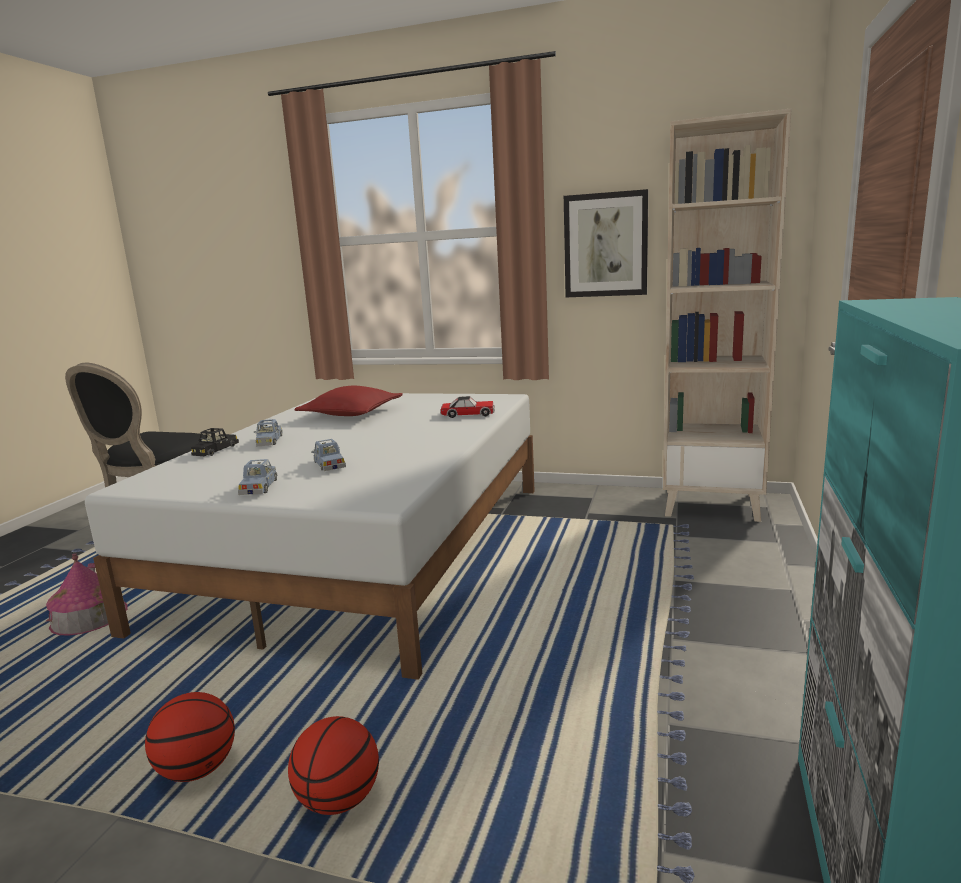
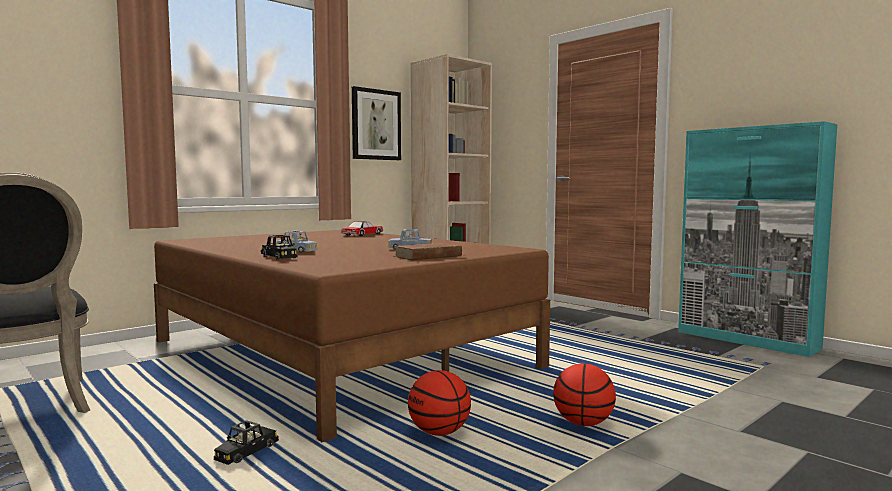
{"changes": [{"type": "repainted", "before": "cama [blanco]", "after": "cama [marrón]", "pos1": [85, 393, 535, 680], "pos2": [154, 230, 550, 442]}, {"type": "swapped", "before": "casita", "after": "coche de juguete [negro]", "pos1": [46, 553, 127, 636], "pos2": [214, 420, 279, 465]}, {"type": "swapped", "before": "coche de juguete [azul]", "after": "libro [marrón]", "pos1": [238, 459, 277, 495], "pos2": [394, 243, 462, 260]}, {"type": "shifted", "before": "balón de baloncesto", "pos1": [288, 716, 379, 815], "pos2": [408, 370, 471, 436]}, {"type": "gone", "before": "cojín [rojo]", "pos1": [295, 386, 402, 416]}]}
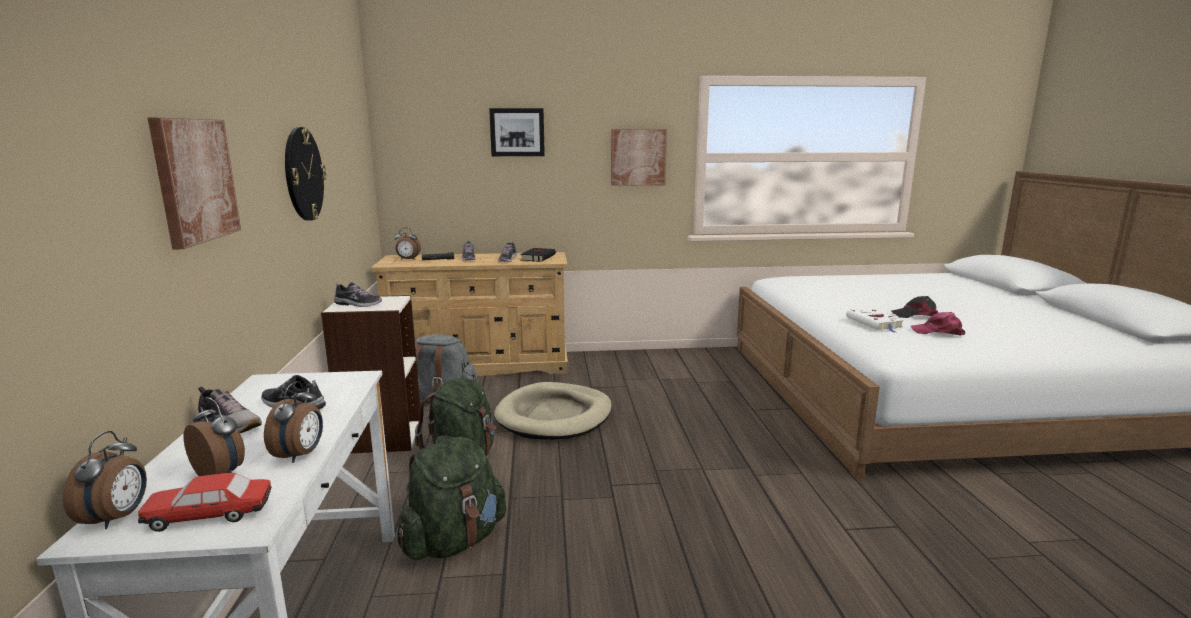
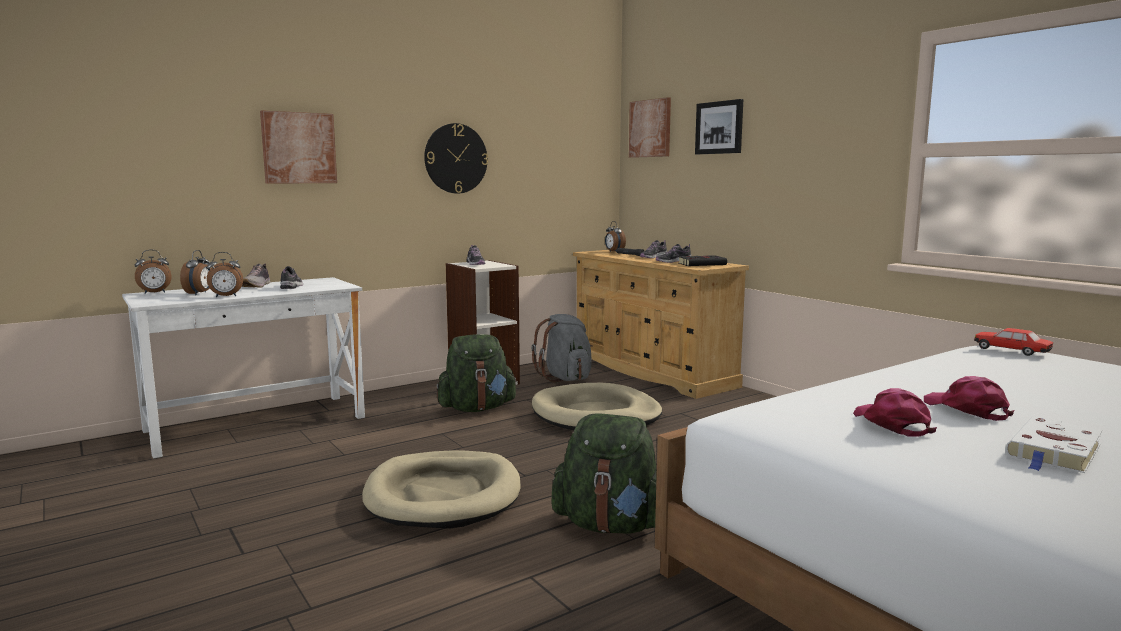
{"changes": [{"type": "new", "after": "cama para perro [beis]", "pos2": [362, 451, 520, 529]}, {"type": "shifted", "before": "mochila [verde]", "pos1": [397, 437, 506, 560], "pos2": [551, 413, 657, 534]}, {"type": "shifted", "before": "cuadro", "pos1": [611, 129, 667, 186], "pos2": [629, 97, 671, 158]}, {"type": "repainted", "before": "gorra [negro]", "after": "gorra [rosa]", "pos1": [891, 296, 939, 318], "pos2": [924, 376, 1014, 421]}, {"type": "shifted", "before": "coche de juguete", "pos1": [138, 473, 272, 532], "pos2": [974, 328, 1053, 356]}, {"type": "shifted", "before": "libro [blanco]", "pos1": [846, 308, 904, 333], "pos2": [1006, 417, 1102, 473]}]}
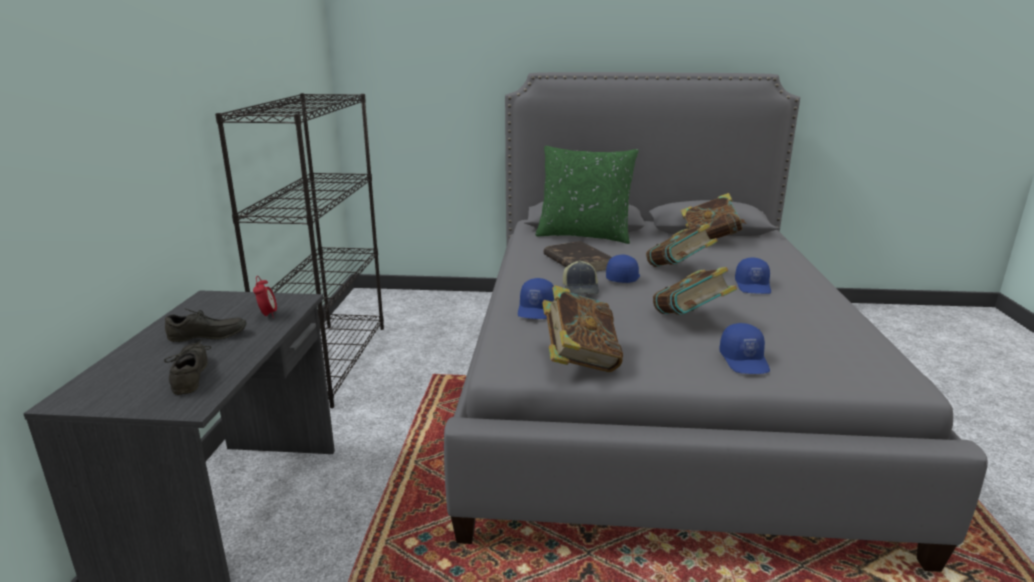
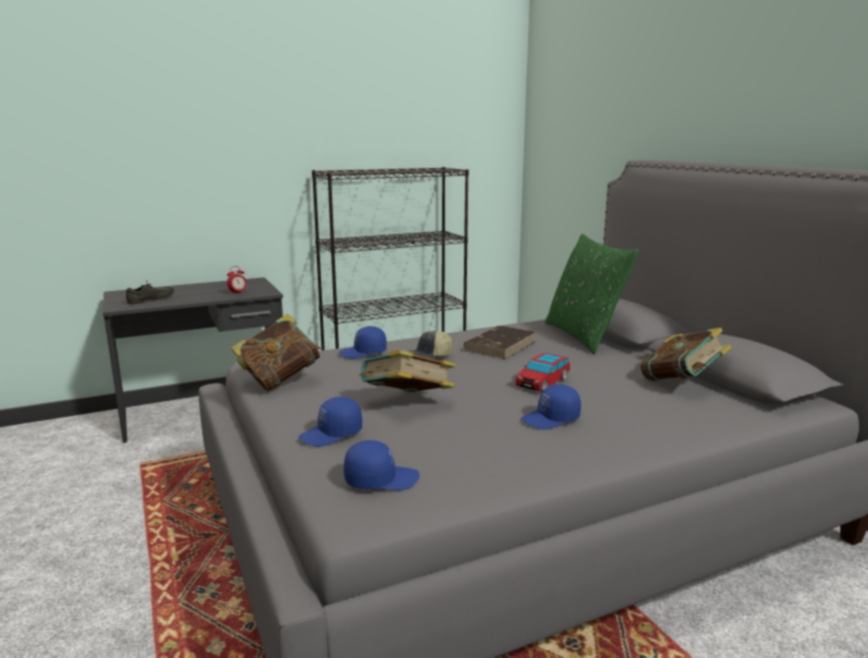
{"changes": [{"type": "shifted", "before": "gorra [azul]", "pos1": [606, 255, 640, 283], "pos2": [344, 440, 420, 490]}, {"type": "swapped", "before": "libro", "after": "coche de juguete", "pos1": [646, 223, 718, 267], "pos2": [516, 353, 570, 392]}, {"type": "gone", "before": "zapato [gris]", "pos1": [165, 308, 247, 342]}]}
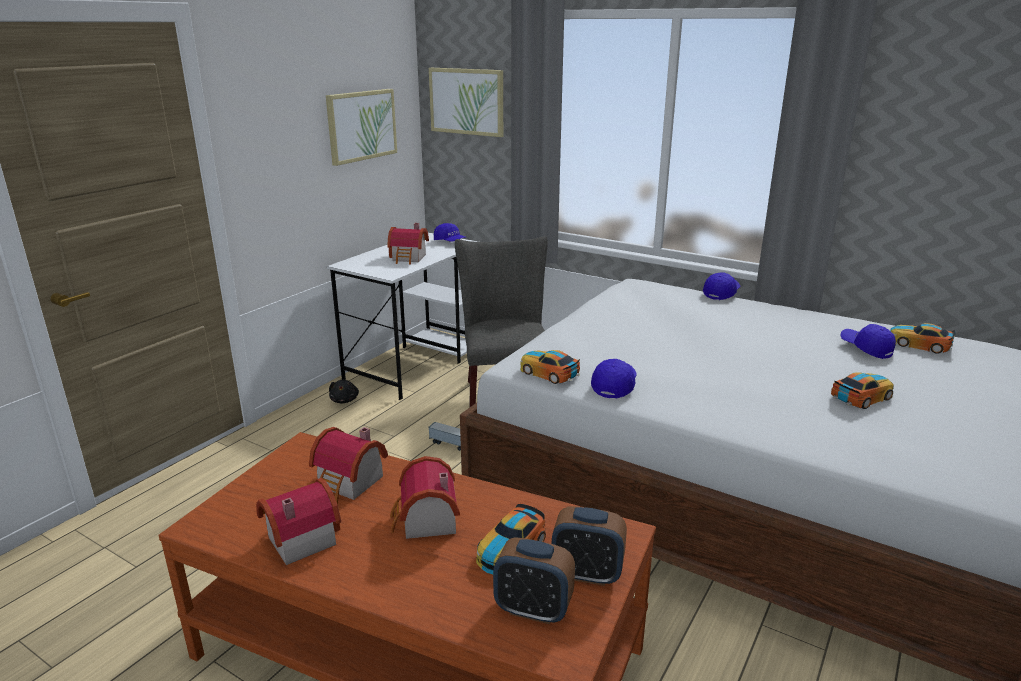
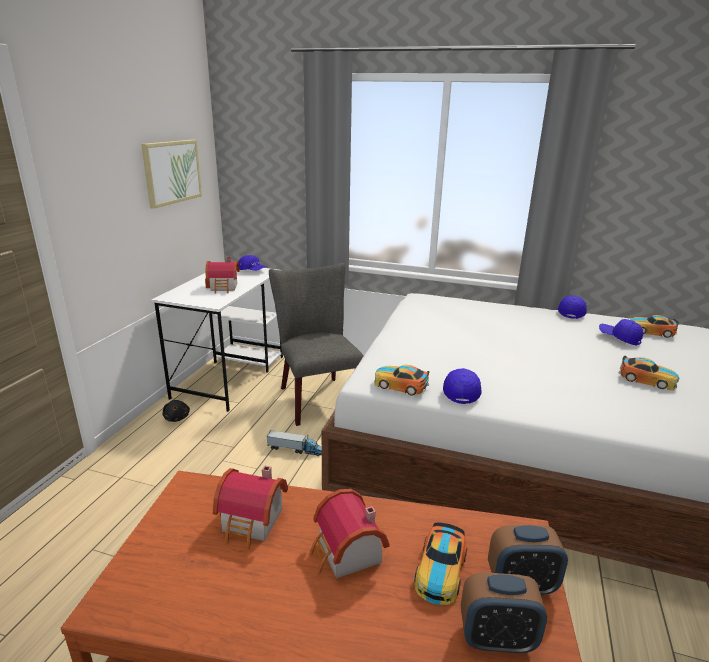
{"changes": [{"type": "shifted", "before": "gorra [azul]", "pos1": [703, 272, 740, 300], "pos2": [558, 295, 587, 319]}, {"type": "rotated", "before": "coche de juguete", "pos1": [831, 372, 894, 409], "pos2": [619, 356, 679, 390], "turn": 75}, {"type": "gone", "before": "casita", "pos1": [256, 478, 341, 565]}, {"type": "gone", "before": "cuadro", "pos1": [429, 68, 503, 137]}]}
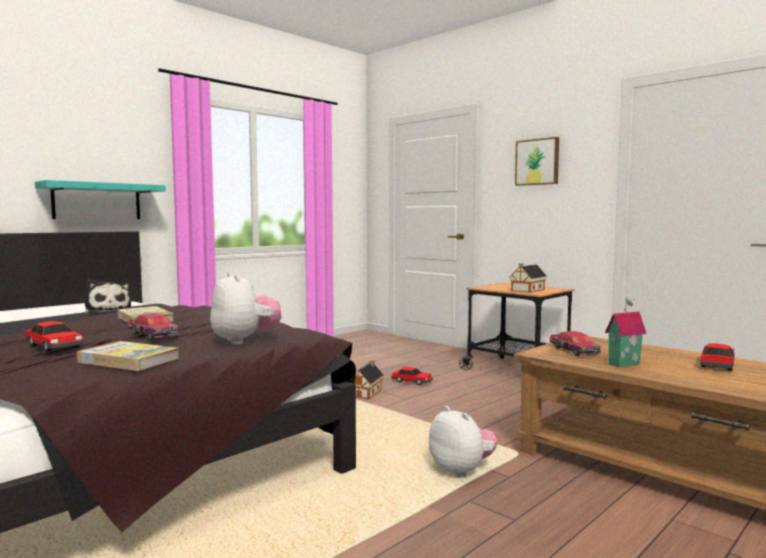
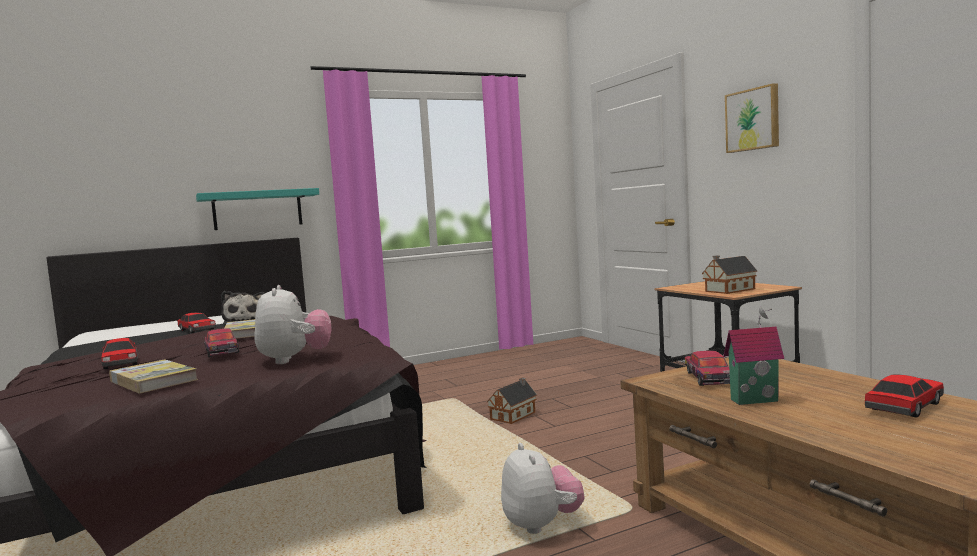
{"changes": [{"type": "shifted", "before": "coche de juguete", "pos1": [392, 367, 433, 385], "pos2": [178, 313, 216, 334]}]}
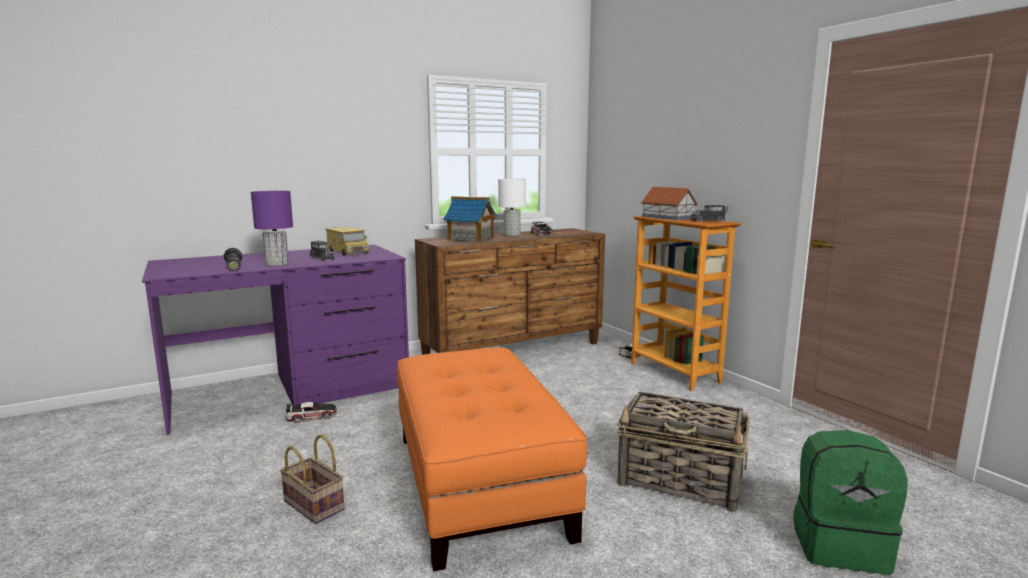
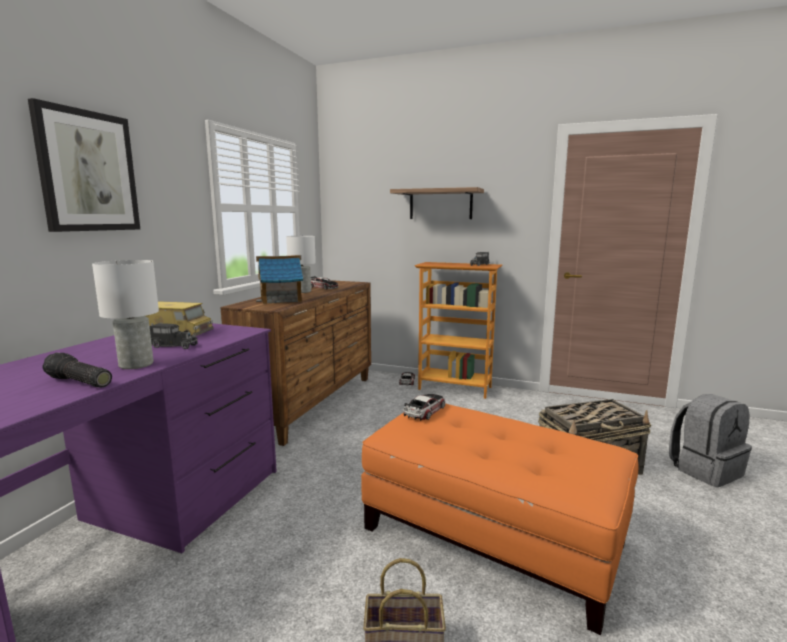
{"changes": [{"type": "new", "after": "cuadro", "pos2": [28, 98, 140, 232]}, {"type": "repainted", "before": "lámpara de mesa [morado]", "after": "lámpara de mesa [blanco]", "pos1": [251, 191, 293, 266], "pos2": [92, 260, 159, 369]}, {"type": "new", "after": "estante", "pos2": [390, 187, 484, 219]}, {"type": "shifted", "before": "coche de juguete", "pos1": [286, 402, 337, 423], "pos2": [403, 394, 446, 421]}, {"type": "repainted", "before": "mochila [verde]", "after": "mochila [gris]", "pos1": [794, 430, 908, 575], "pos2": [669, 394, 752, 487]}, {"type": "gone", "before": "casita", "pos1": [641, 187, 698, 220]}]}
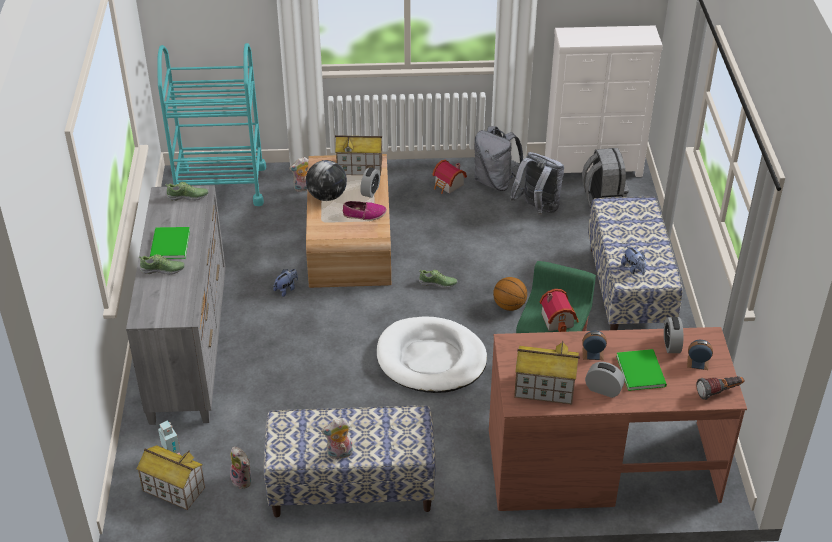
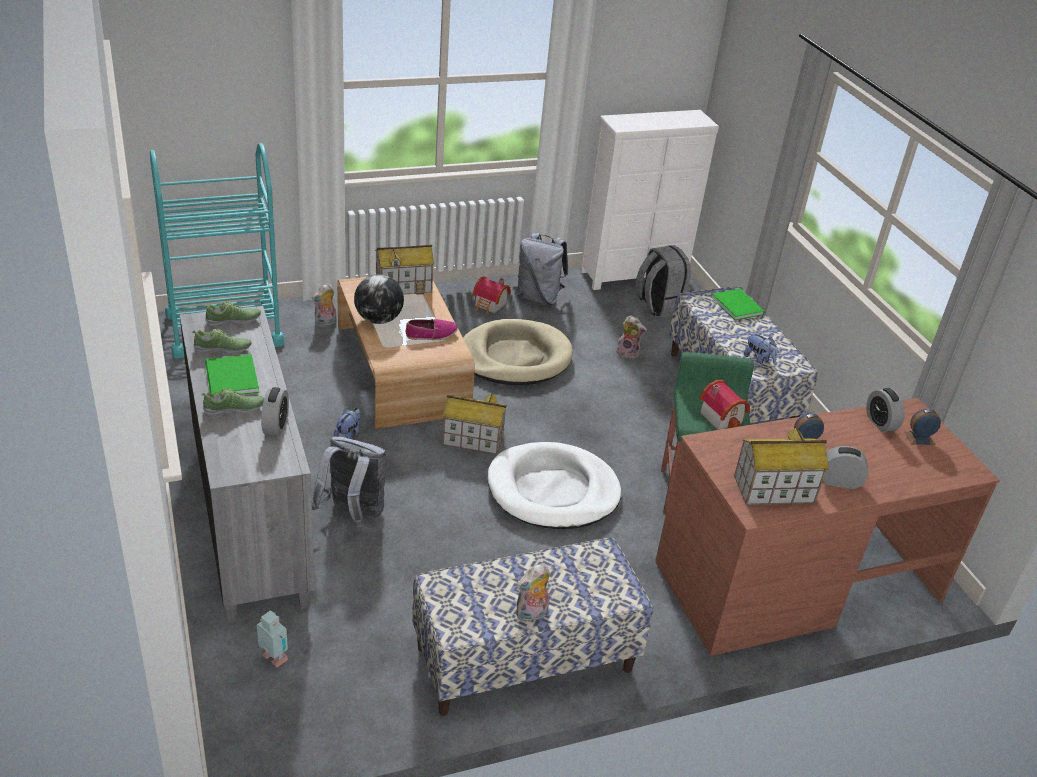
{"changes": [{"type": "shifted", "before": "zapato", "pos1": [419, 270, 458, 289], "pos2": [193, 329, 251, 355]}, {"type": "shifted", "before": "despertador", "pos1": [360, 167, 380, 198], "pos2": [261, 387, 289, 436]}, {"type": "shifted", "before": "mochila [gris]", "pos1": [510, 152, 564, 215], "pos2": [312, 436, 387, 527]}, {"type": "shifted", "before": "casita", "pos1": [137, 445, 205, 510], "pos2": [442, 392, 507, 455]}, {"type": "new", "after": "cama para perro [beis]", "pos2": [463, 319, 573, 385]}, {"type": "shifted", "before": "peluche", "pos1": [230, 447, 252, 489], "pos2": [616, 315, 647, 360]}, {"type": "shifted", "before": "libro [verde]", "pos1": [616, 349, 667, 391], "pos2": [711, 289, 765, 320]}, {"type": "gone", "before": "balón de baloncesto", "pos1": [493, 277, 527, 311]}, {"type": "gone", "before": "linterna", "pos1": [696, 376, 744, 400]}]}
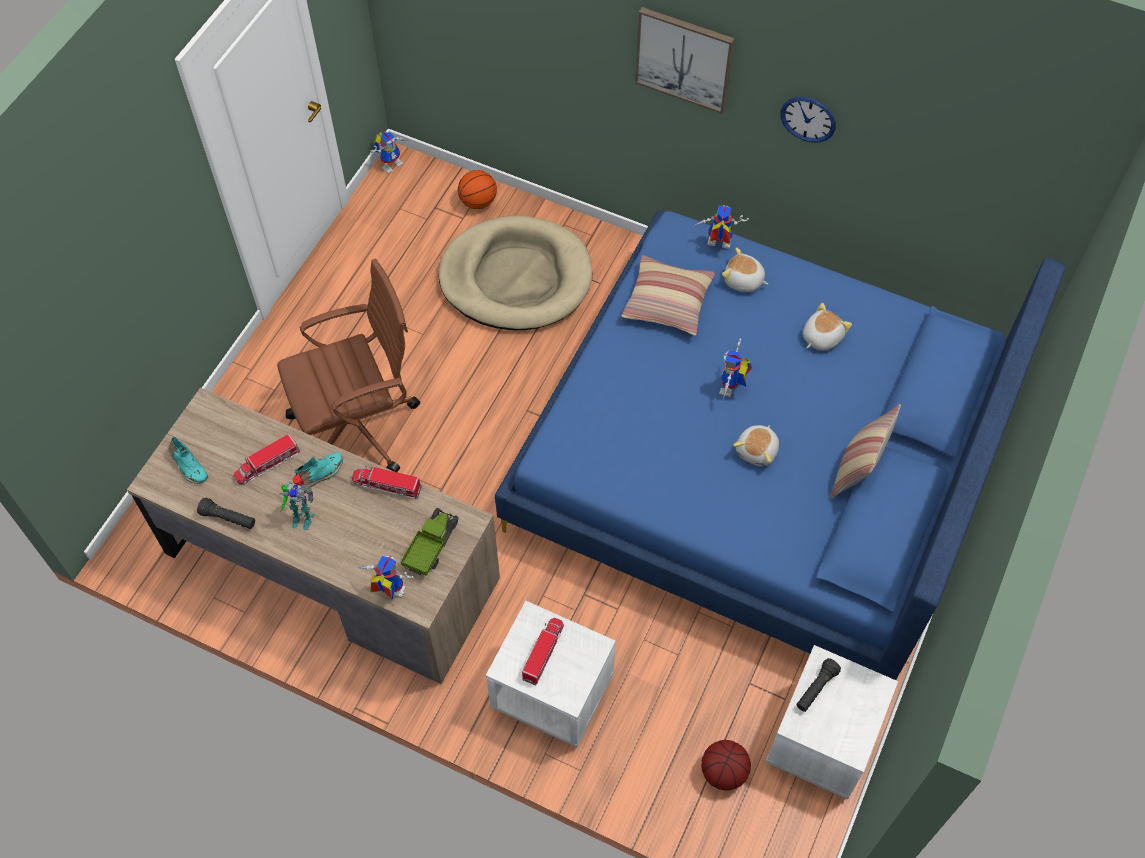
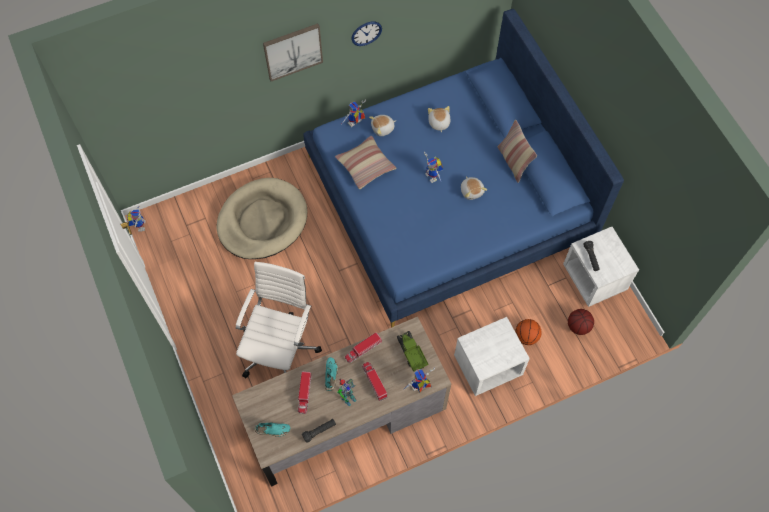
{"changes": [{"type": "repainted", "before": "silla de oficina [marrón]", "after": "silla de oficina [blanco]", "pos1": [277, 259, 420, 472], "pos2": [236, 262, 322, 378]}, {"type": "shifted", "before": "camión de juguete", "pos1": [522, 618, 564, 685], "pos2": [362, 362, 387, 401]}, {"type": "shifted", "before": "balón de baloncesto", "pos1": [458, 170, 497, 209], "pos2": [515, 319, 541, 345]}]}
